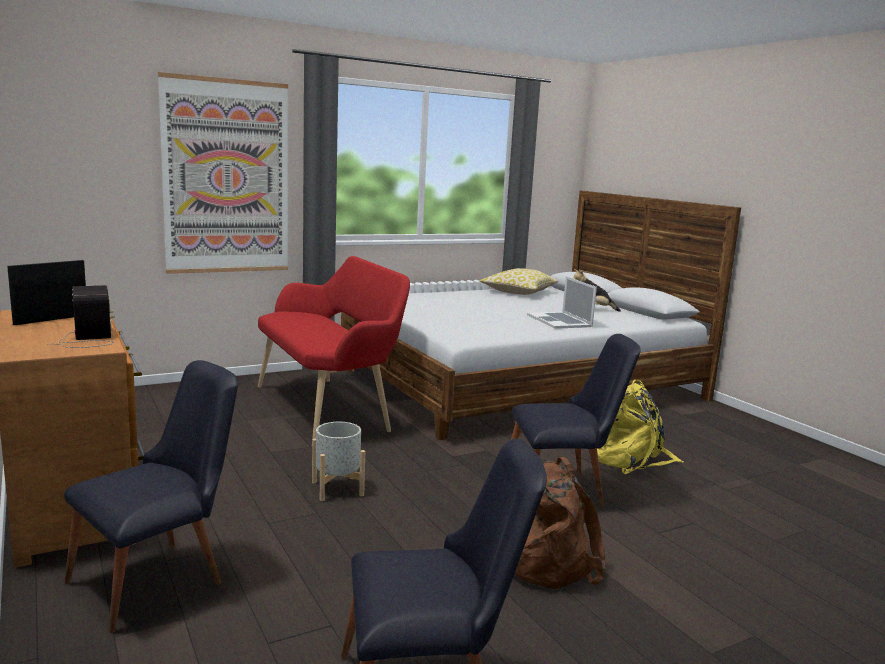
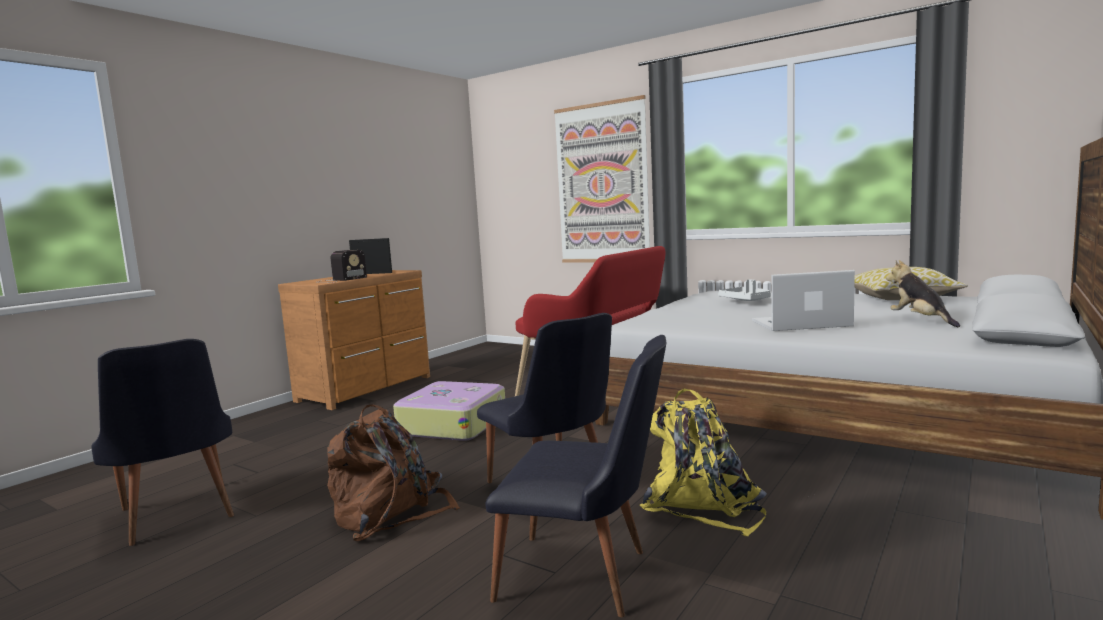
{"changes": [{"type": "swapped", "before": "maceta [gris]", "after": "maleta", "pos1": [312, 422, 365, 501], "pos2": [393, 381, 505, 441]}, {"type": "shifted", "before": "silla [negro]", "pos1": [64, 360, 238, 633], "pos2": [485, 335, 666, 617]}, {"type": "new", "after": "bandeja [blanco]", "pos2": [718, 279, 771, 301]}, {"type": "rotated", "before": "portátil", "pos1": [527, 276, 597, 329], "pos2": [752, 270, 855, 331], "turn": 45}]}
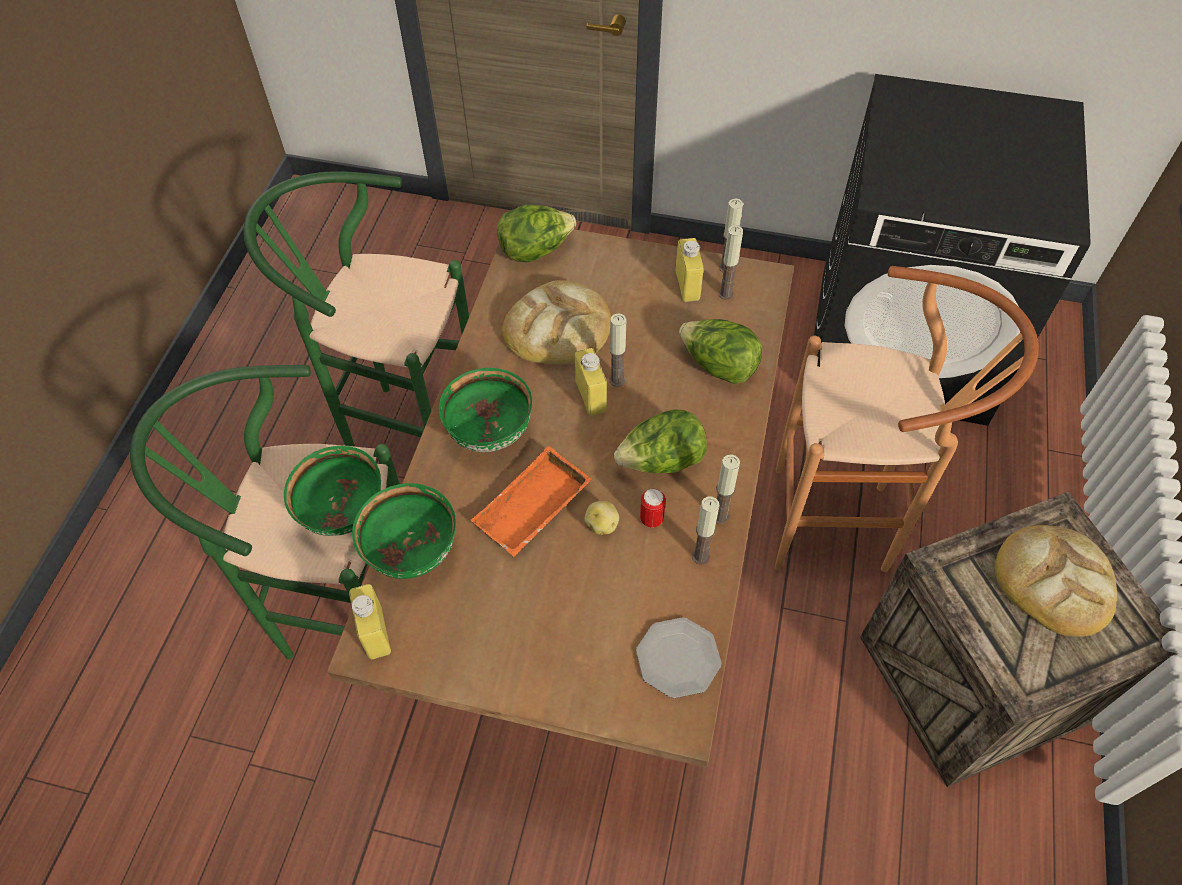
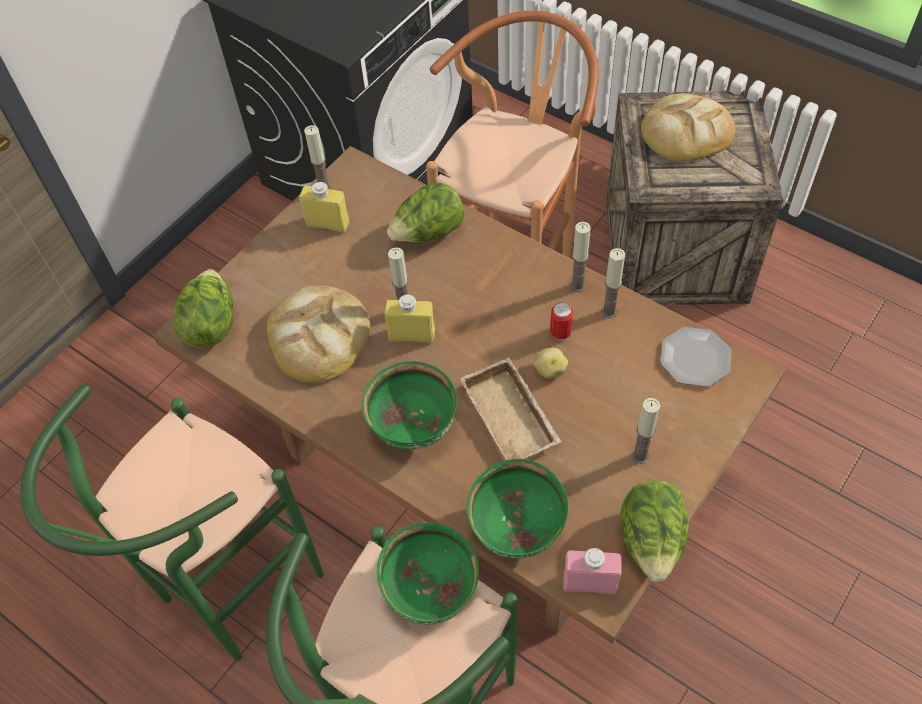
{"changes": [{"type": "repainted", "before": "bandeja [naranja]", "after": "bandeja [beis]", "pos1": [470, 446, 592, 557], "pos2": [460, 358, 562, 460]}, {"type": "repainted", "before": "botella [amarillo]", "after": "botella [rosa]", "pos1": [349, 584, 391, 659], "pos2": [563, 547, 621, 595]}, {"type": "shifted", "before": "lechuga", "pos1": [614, 409, 707, 473], "pos2": [620, 481, 689, 582]}, {"type": "shifted", "before": "vela", "pos1": [718, 225, 743, 300], "pos2": [632, 398, 660, 464]}]}
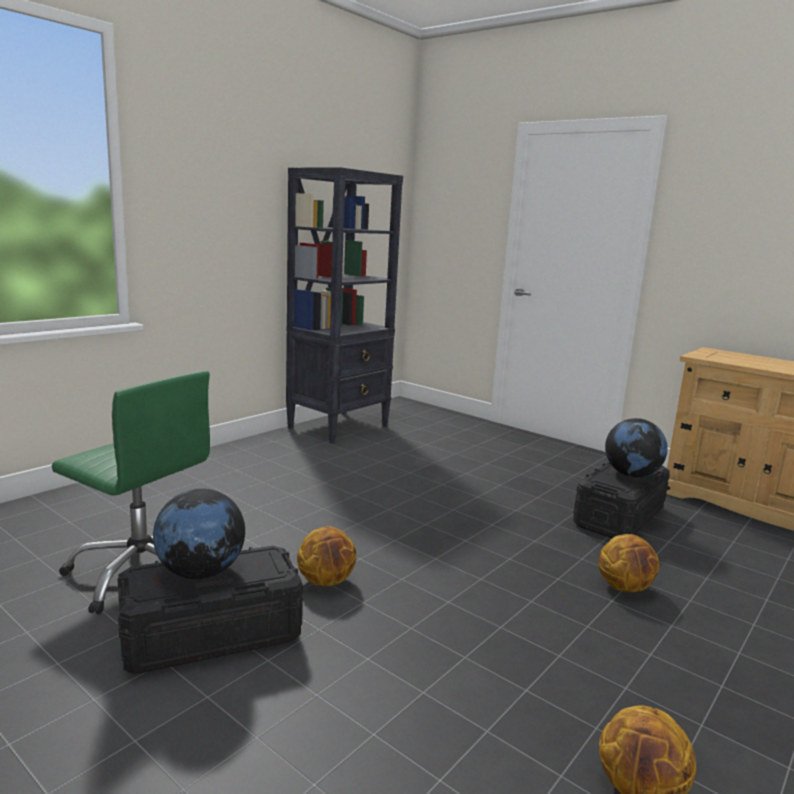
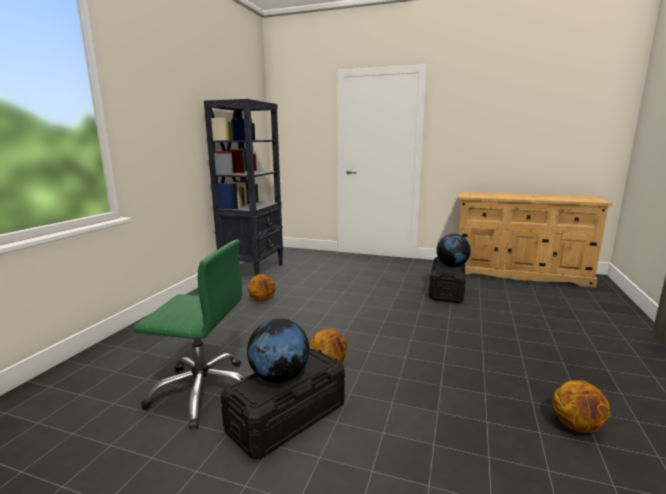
{"changes": [{"type": "shifted", "before": "balón de baloncesto", "pos1": [599, 534, 660, 592], "pos2": [248, 274, 275, 302]}]}
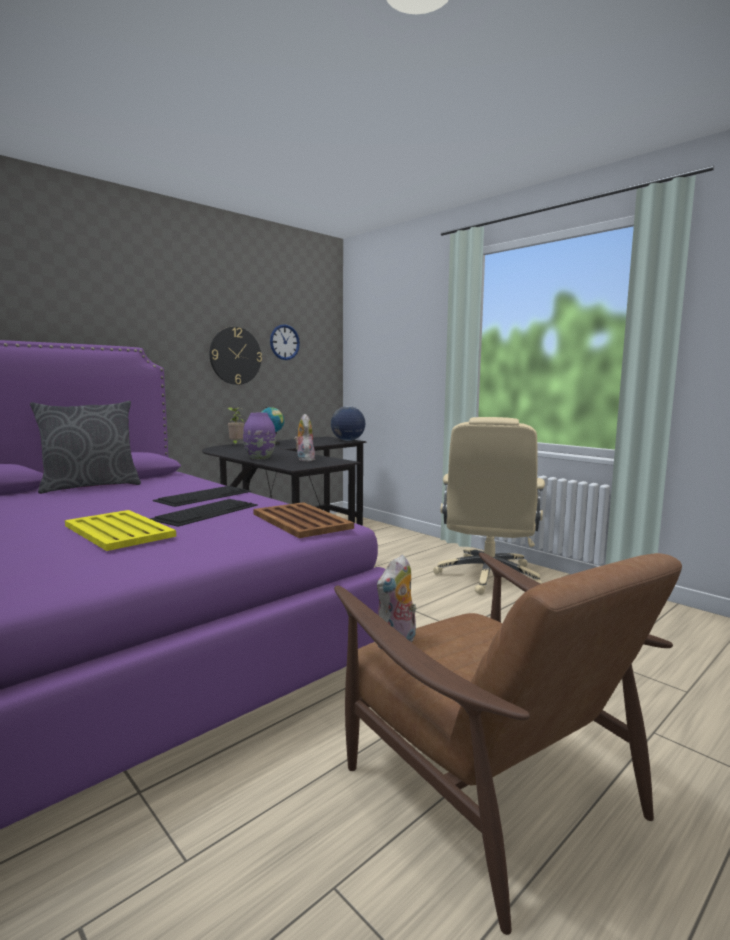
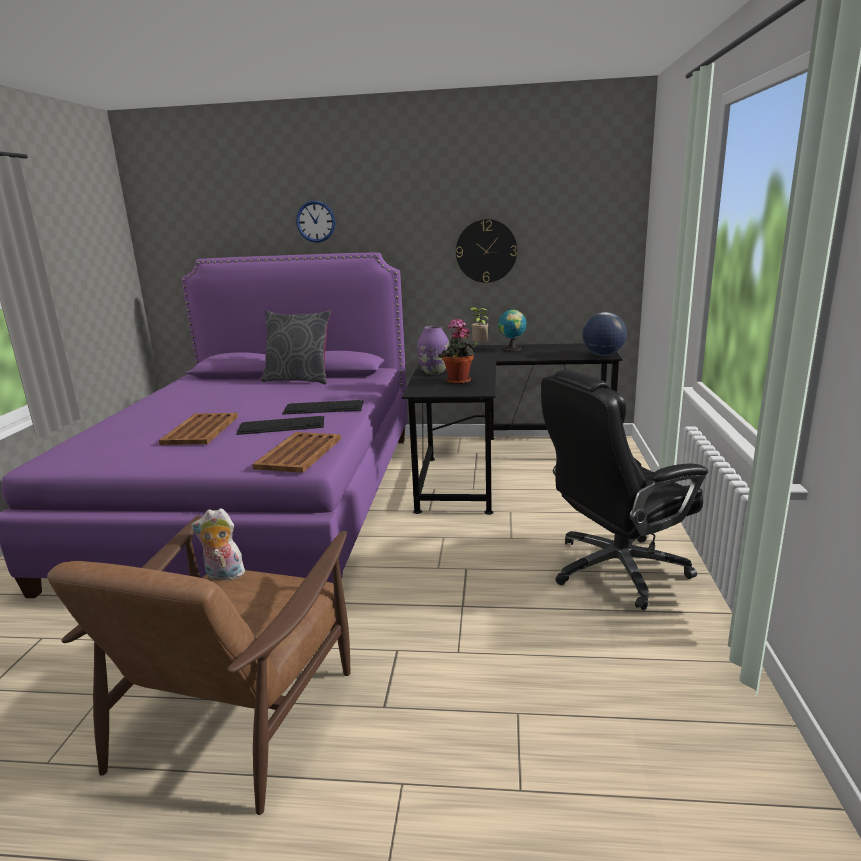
{"changes": [{"type": "repainted", "before": "bandeja [amarillo]", "after": "bandeja [marrón]", "pos1": [65, 510, 176, 551], "pos2": [159, 413, 238, 445]}, {"type": "shifted", "before": "reloj de pared", "pos1": [270, 324, 300, 360], "pos2": [296, 201, 335, 243]}, {"type": "swapped", "before": "peluche", "after": "planta en maceta", "pos1": [294, 414, 315, 461], "pos2": [438, 318, 476, 384]}, {"type": "repainted", "before": "silla de oficina [beis]", "after": "silla de oficina [negro]", "pos1": [433, 417, 545, 595], "pos2": [541, 369, 708, 610]}]}
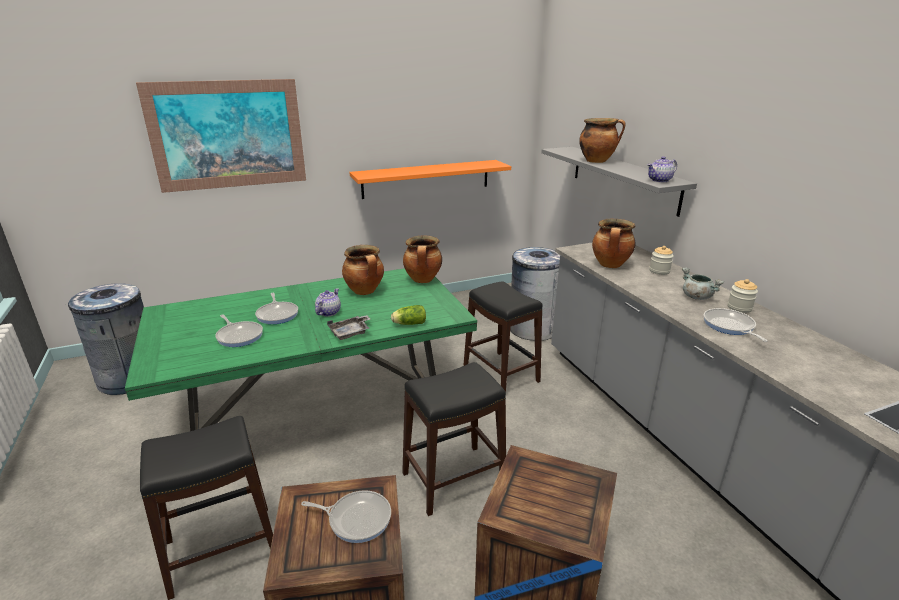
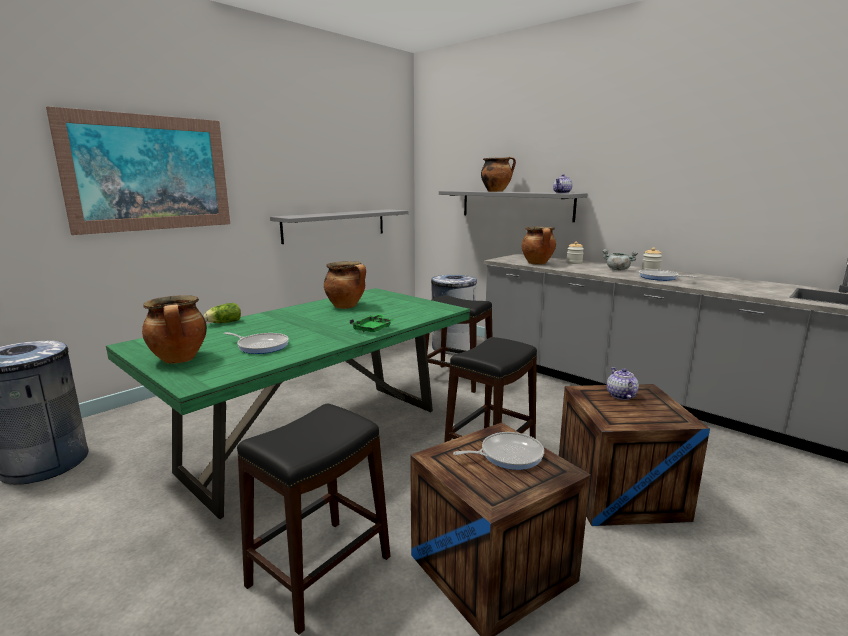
{"changes": [{"type": "shifted", "before": "olla", "pos1": [403, 236, 442, 283], "pos2": [142, 295, 207, 364]}, {"type": "shifted", "before": "lechuga", "pos1": [391, 305, 426, 325], "pos2": [204, 303, 241, 323]}, {"type": "repainted", "before": "estante [naranja]", "after": "estante [gris]", "pos1": [349, 160, 511, 199], "pos2": [270, 209, 409, 244]}, {"type": "repainted", "before": "bandeja [gris]", "after": "bandeja [verde]", "pos1": [327, 315, 370, 340], "pos2": [350, 314, 394, 332]}, {"type": "shifted", "before": "tetera", "pos1": [315, 289, 341, 317], "pos2": [607, 367, 639, 400]}, {"type": "gone", "before": "sartén", "pos1": [255, 293, 298, 324]}]}
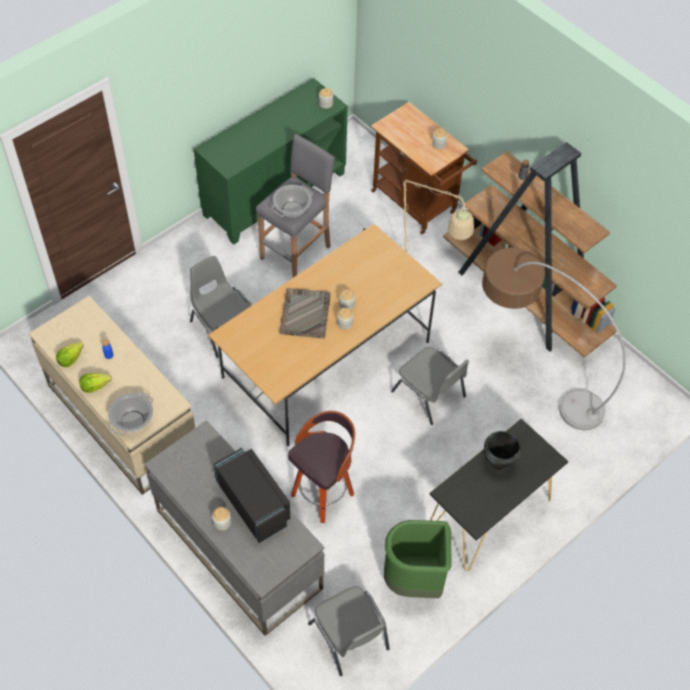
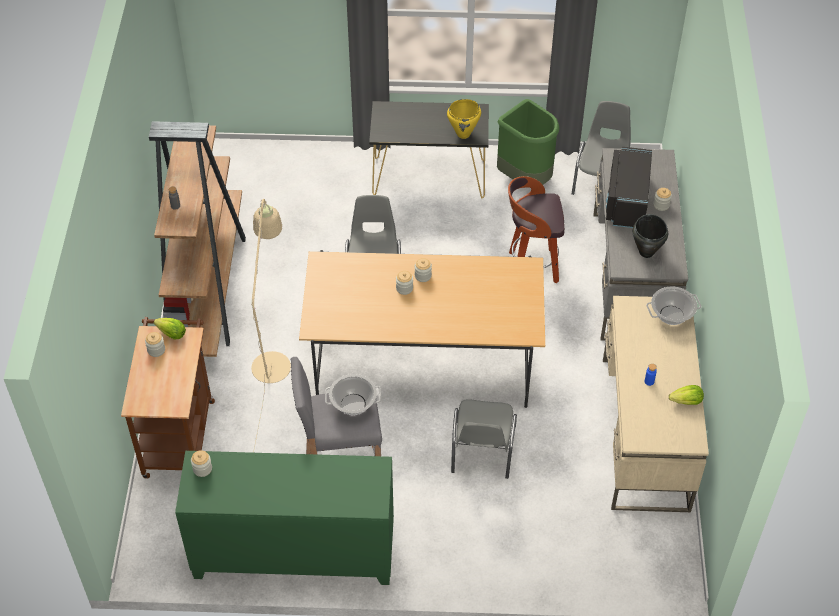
{"changes": [{"type": "shifted", "before": "lechuga", "pos1": [80, 373, 112, 393], "pos2": [154, 318, 186, 339]}, {"type": "new", "after": "olla [amarillo]", "pos2": [447, 99, 481, 139]}, {"type": "shifted", "before": "olla [negro]", "pos1": [484, 431, 521, 470], "pos2": [633, 214, 668, 258]}, {"type": "gone", "before": "bandeja [gris]", "pos1": [279, 288, 331, 339]}, {"type": "gone", "before": "lámpara de pie", "pos1": [482, 247, 626, 430]}]}
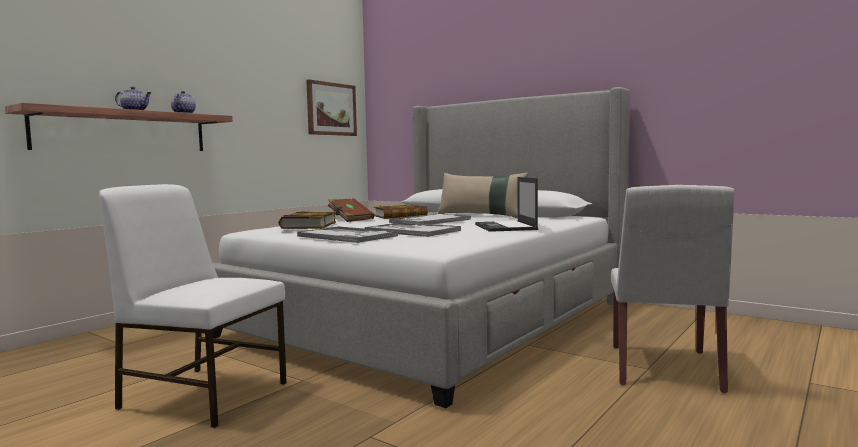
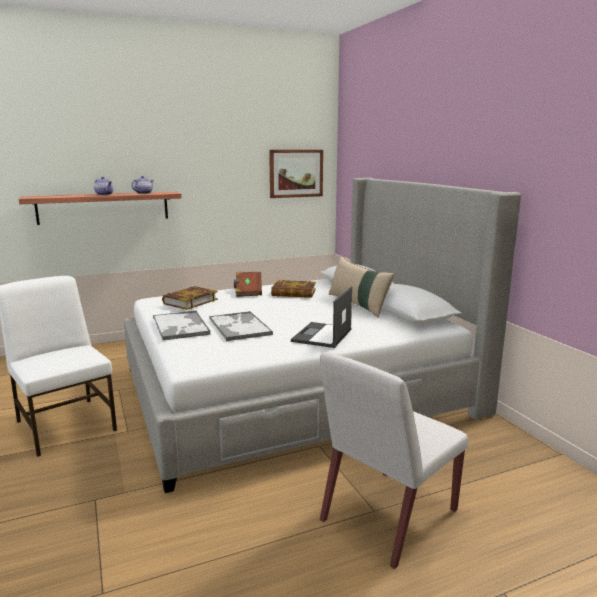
{"changes": [{"type": "gone", "before": "bandeja", "pos1": [389, 213, 471, 224]}]}
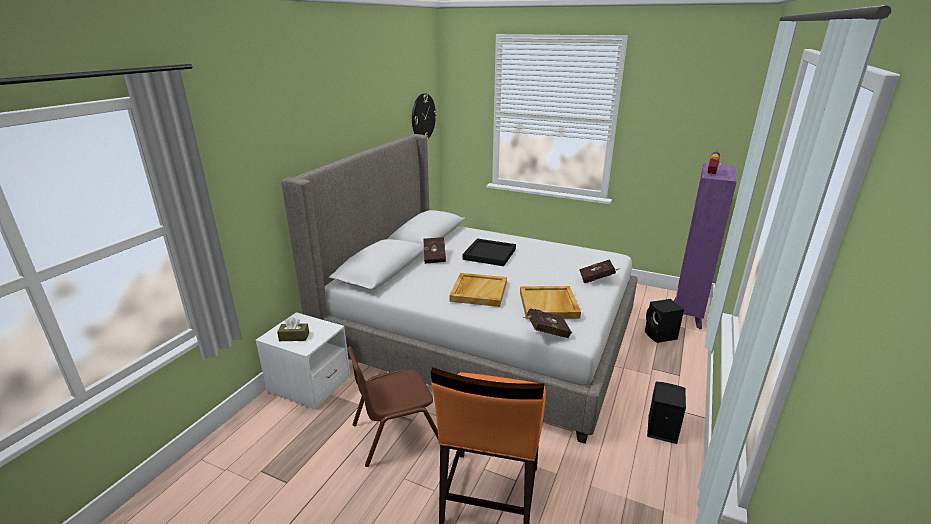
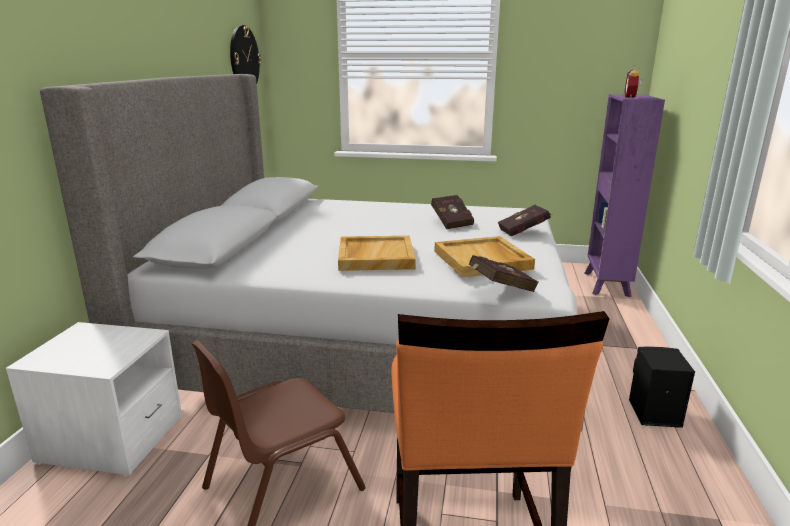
{"changes": [{"type": "shifted", "before": "libro [rojo]", "pos1": [423, 237, 446, 264], "pos2": [431, 195, 474, 229]}, {"type": "gone", "before": "caja de pañuelos [marrón]", "pos1": [277, 317, 309, 341]}, {"type": "gone", "before": "bandeja [negro]", "pos1": [463, 239, 516, 266]}, {"type": "gone", "before": "altavoz [negro]", "pos1": [645, 299, 684, 343]}]}
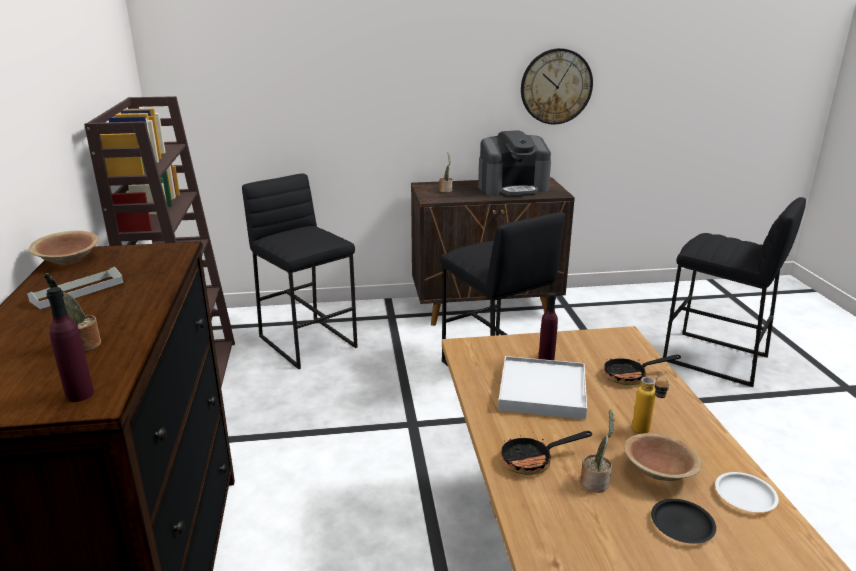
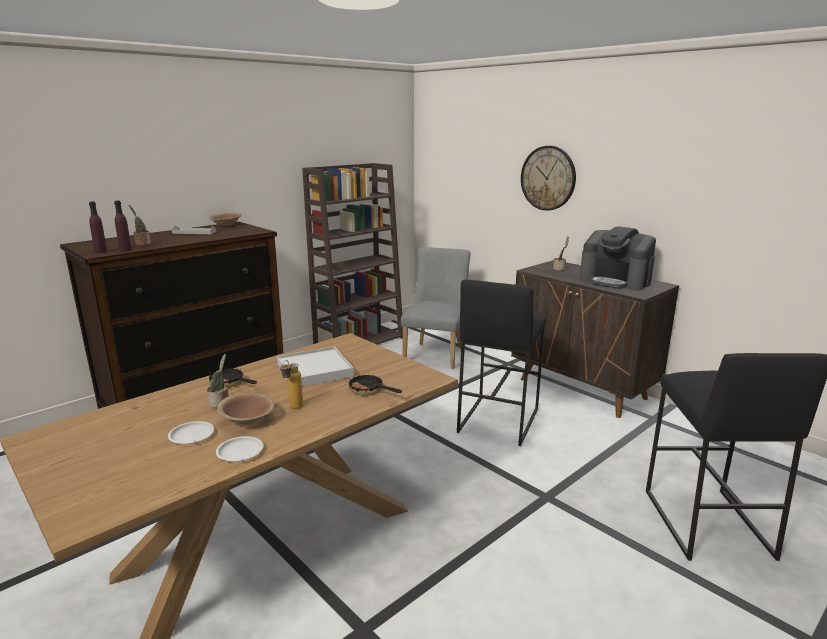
{"changes": [{"type": "shifted", "before": "botella [morado]", "pos1": [538, 292, 558, 360], "pos2": [114, 201, 132, 252]}, {"type": "repainted", "before": "plato [negro]", "after": "plato [blanco]", "pos1": [651, 499, 716, 544], "pos2": [168, 421, 214, 444]}, {"type": "swapped", "before": "taburete [negro]", "after": "silla [gris]", "pos1": [242, 174, 358, 369], "pos2": [401, 247, 471, 369]}, {"type": "shifted", "before": "reloj de pared", "pos1": [521, 48, 593, 124], "pos2": [521, 146, 576, 211]}]}
